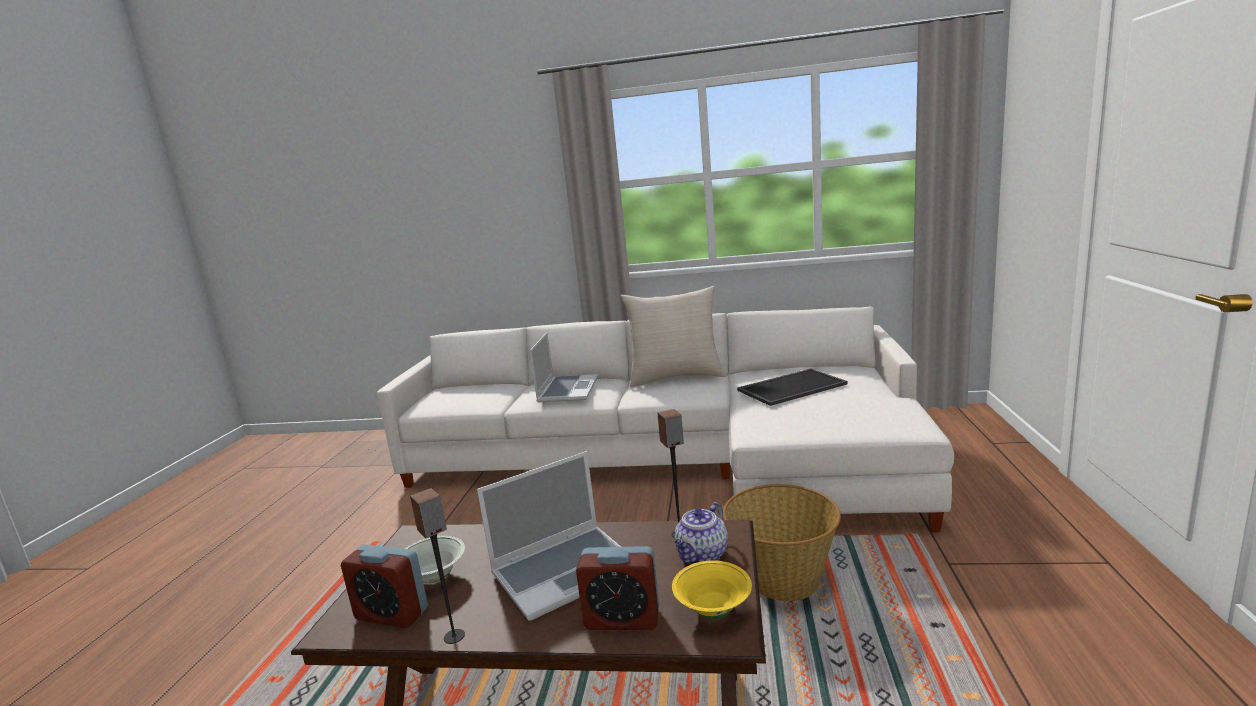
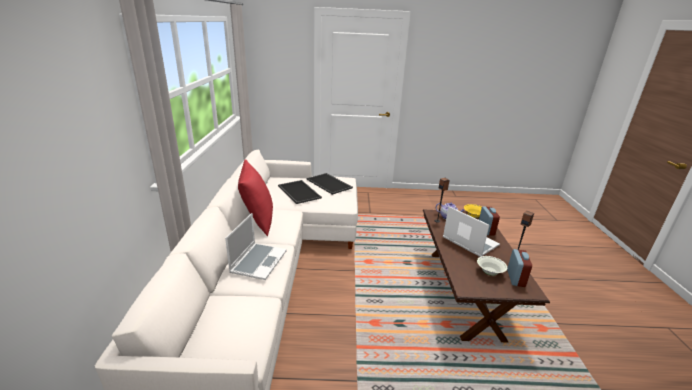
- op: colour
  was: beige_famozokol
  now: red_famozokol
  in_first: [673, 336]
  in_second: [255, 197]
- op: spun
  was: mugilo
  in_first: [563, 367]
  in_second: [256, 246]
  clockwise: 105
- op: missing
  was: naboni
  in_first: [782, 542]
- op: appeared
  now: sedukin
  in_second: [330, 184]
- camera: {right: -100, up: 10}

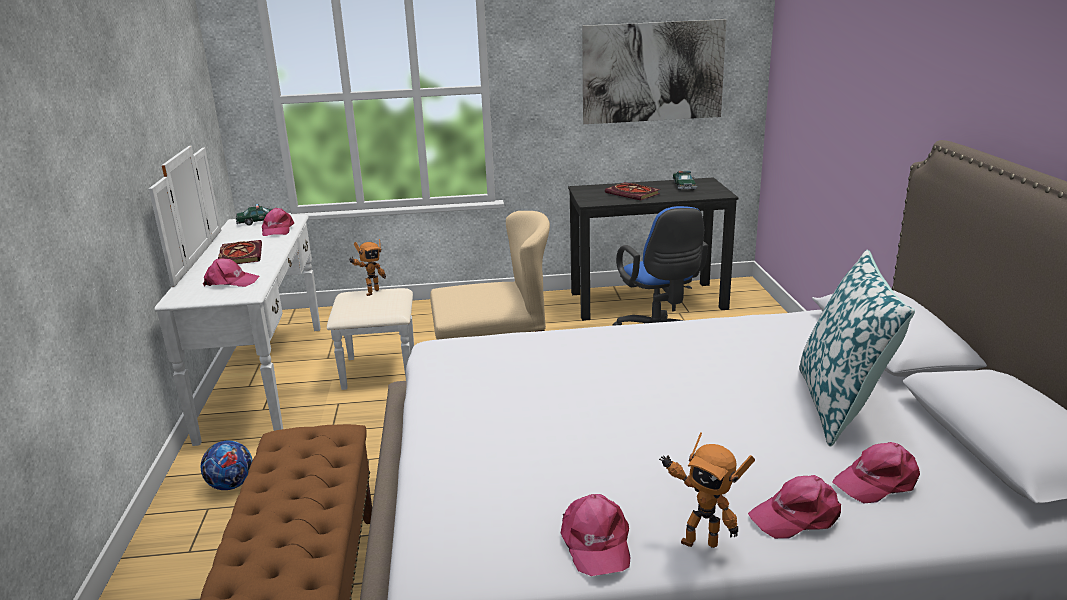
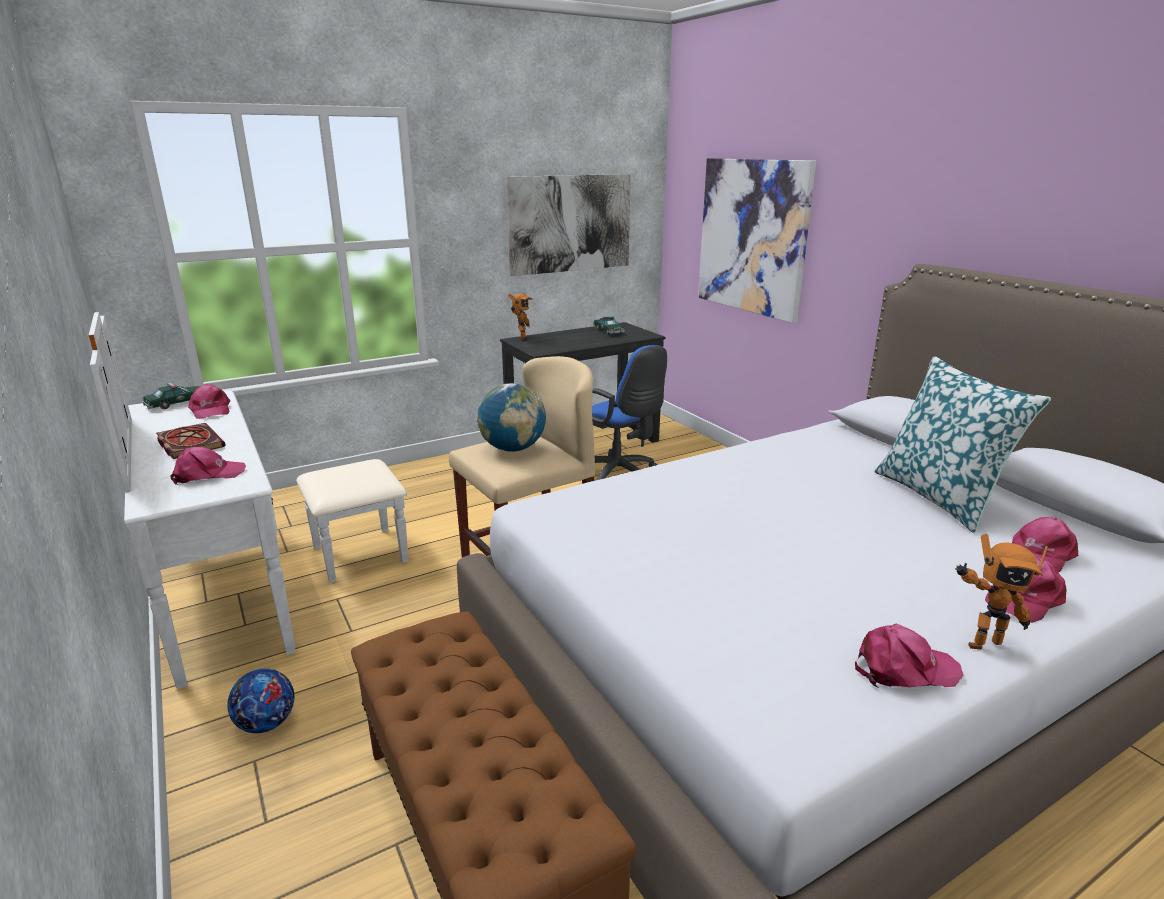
- op: missing
  was: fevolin
  in_first: [632, 191]
- op: relocated
  was: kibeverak
  in_first: [367, 267]
  in_second: [520, 316]
- op: spun
  was: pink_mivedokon
  in_first: [595, 535]
  in_second: [909, 656]
  clockwise: -60
- op: appeared
  now: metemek
  in_second: [757, 240]
- op: appeared
  now: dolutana
  in_second: [511, 417]
- camera: {right: -25, up: 0}

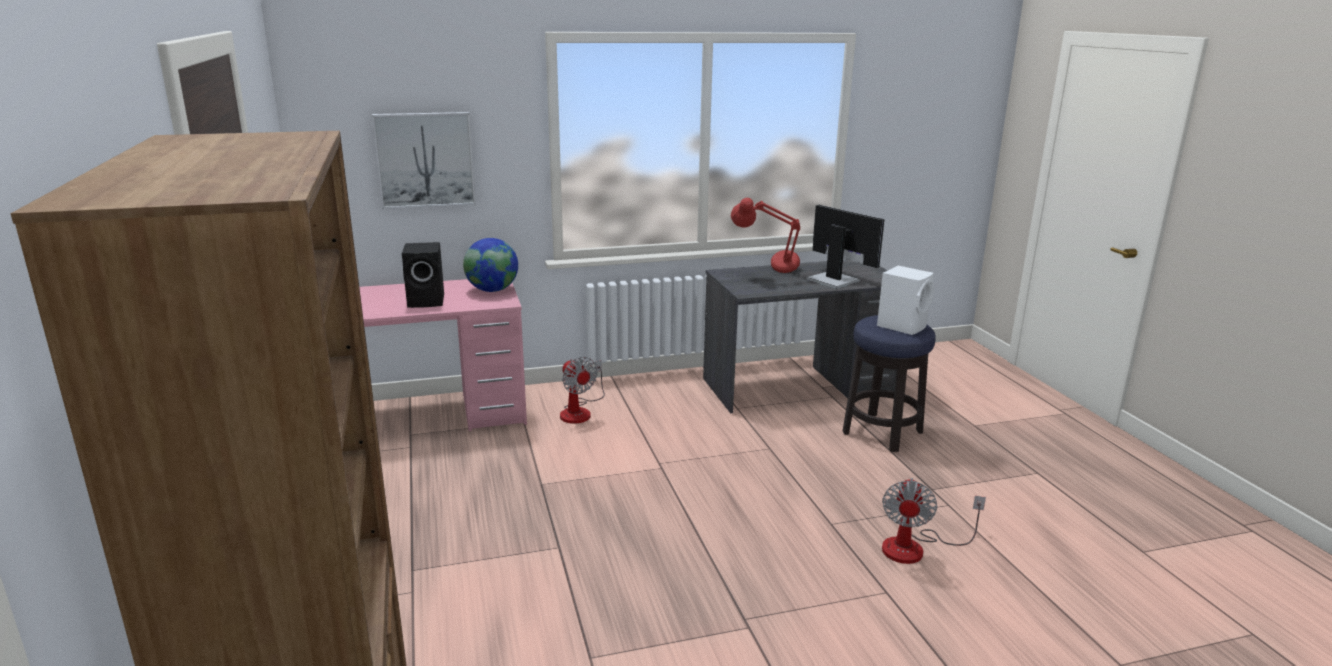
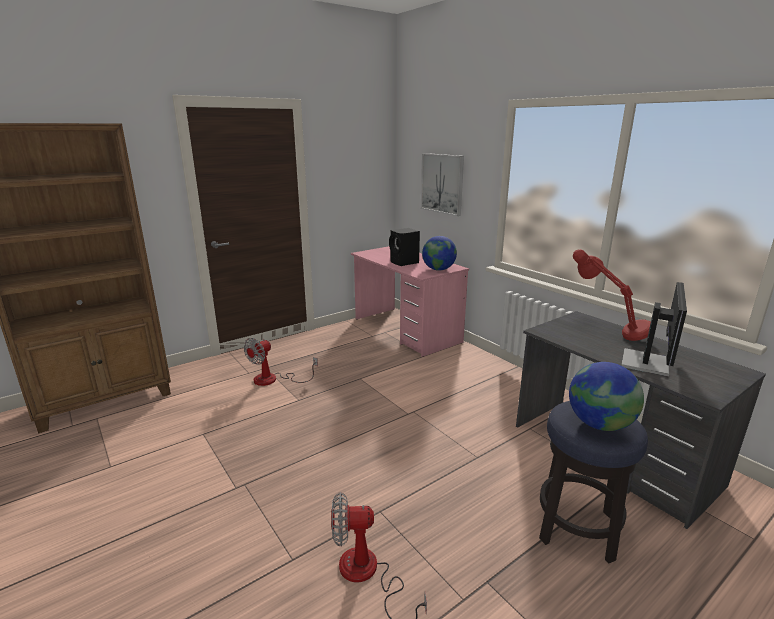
- op: exchanged
  was: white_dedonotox
  now: dolutana
  in_first: [905, 300]
  in_second: [606, 396]
- op: relocated
  was: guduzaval
  in_first: [582, 390]
  in_second: [280, 362]
- camera: {right: 70, up: 0}

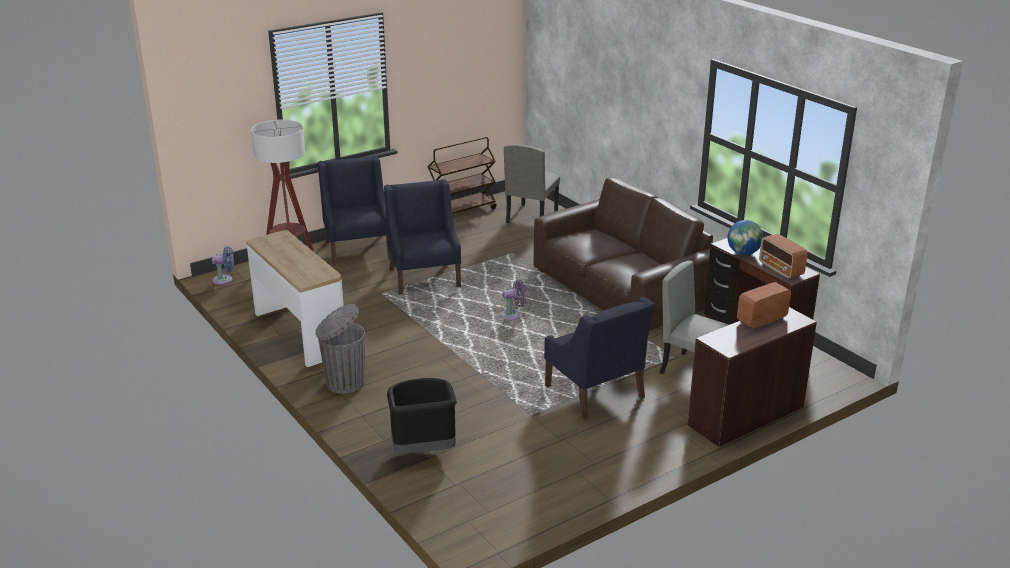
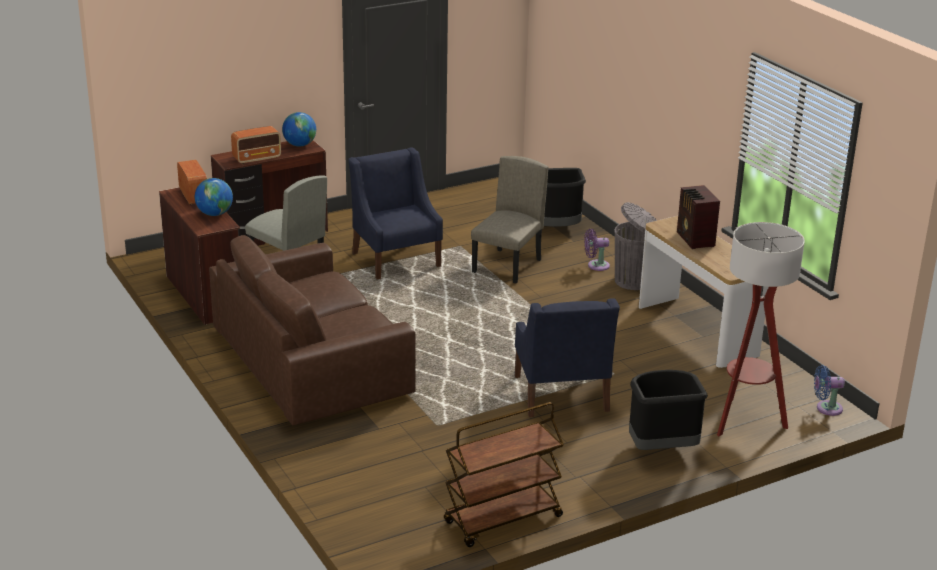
- op: relocated
  was: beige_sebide
  in_first: [532, 184]
  in_second: [509, 220]
- op: exchanged
  was: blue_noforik
  now: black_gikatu
  in_first: [354, 210]
  in_second: [668, 410]
- op: relocated
  was: purple_guduzaval
  in_first: [513, 300]
  in_second: [597, 250]
- op: appeared
  now: dolutana
  in_second: [299, 129]
- op: appeared
  now: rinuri
  in_second: [698, 217]
- camera: {right: -175, up: 0}

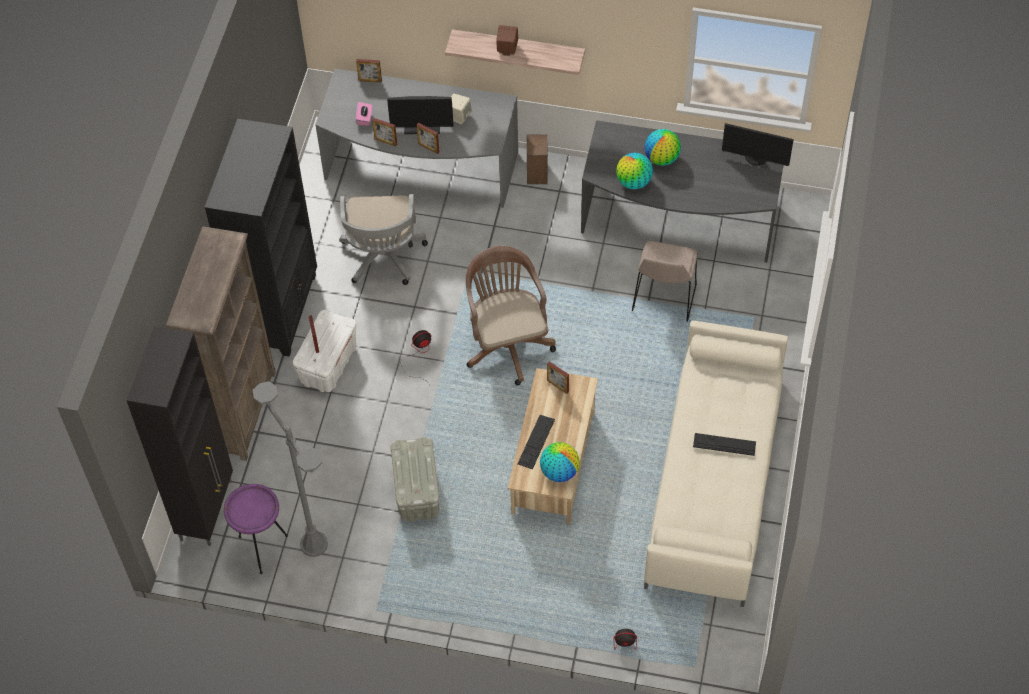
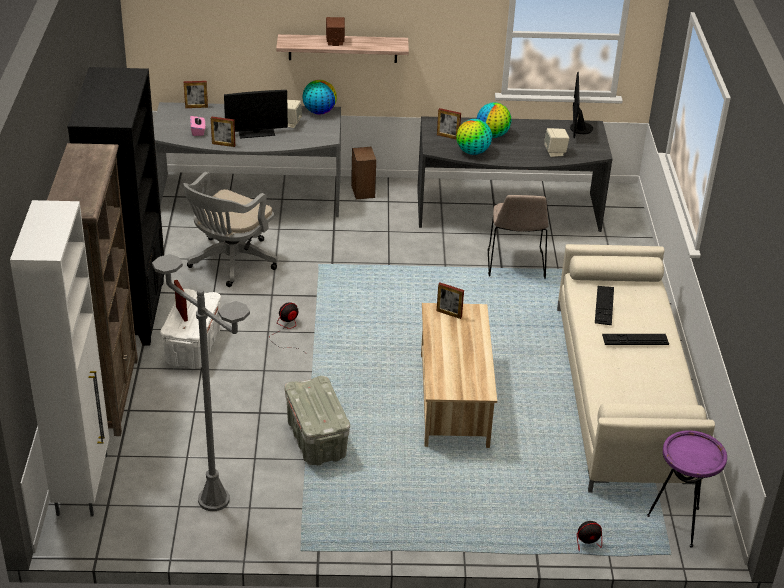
- op: relocated
  was: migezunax
  in_first: [428, 138]
  in_second: [449, 124]
- op: spun
  was: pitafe
  in_first: [758, 144]
  in_second: [581, 105]
  clockwise: 90
- op: spun
  was: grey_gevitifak
  in_first: [383, 239]
  in_second: [230, 229]
  clockwise: 45
- op: missing
  was: brown_gevitifak
  in_first: [511, 316]
- op: colour
  was: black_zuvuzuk
  now: white_zuvuzuk
  in_first: [179, 436]
  in_second: [59, 358]
- op: relocated
  was: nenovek
  in_first: [536, 442]
  in_second: [604, 305]
- op: relocated
  was: dolutana
  in_first: [560, 462]
  in_second: [319, 97]
- op: relocated
  was: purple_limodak
  in_first: [256, 529]
  in_second: [687, 489]
- op: appeared
  now: beige_dedonotox
  in_second: [556, 142]
- camera: {right: -15, up: -20}

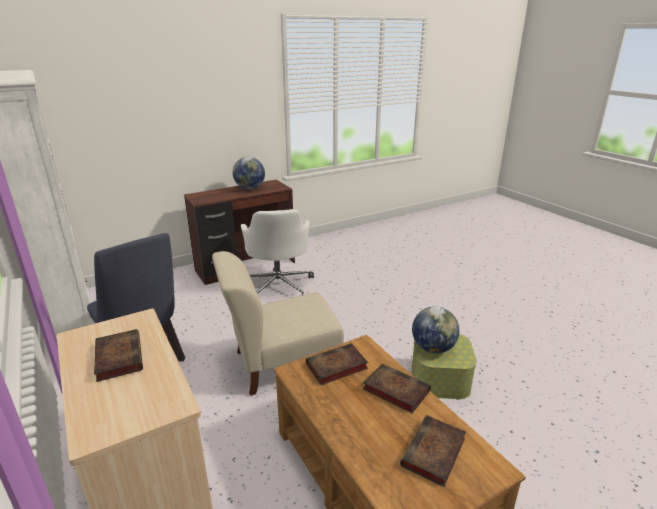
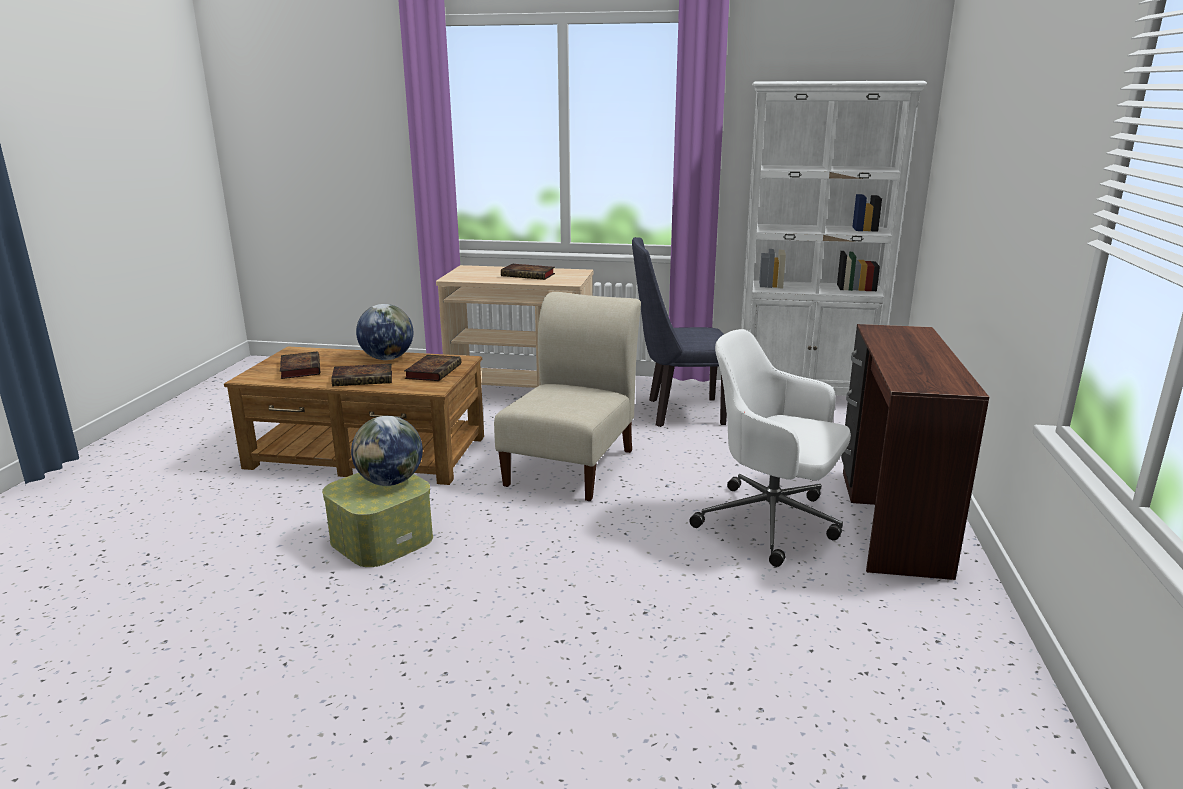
- op: relocated
  was: dolutana
  in_first: [249, 173]
  in_second: [384, 332]
- camera: {right: 130, up: -5}

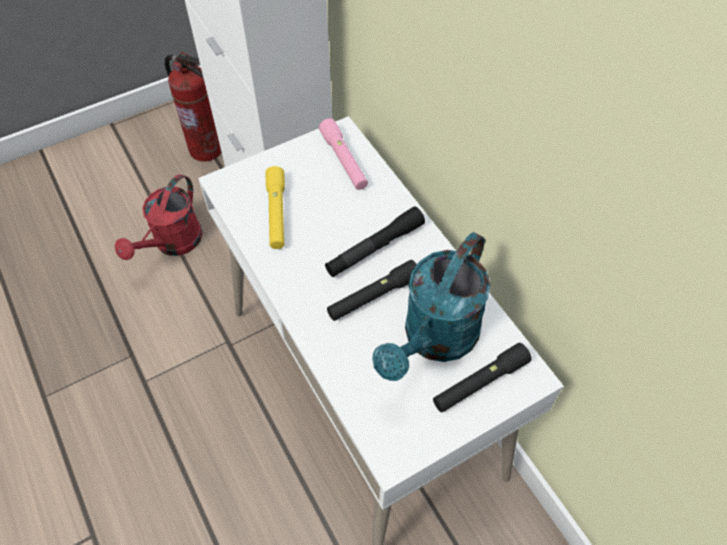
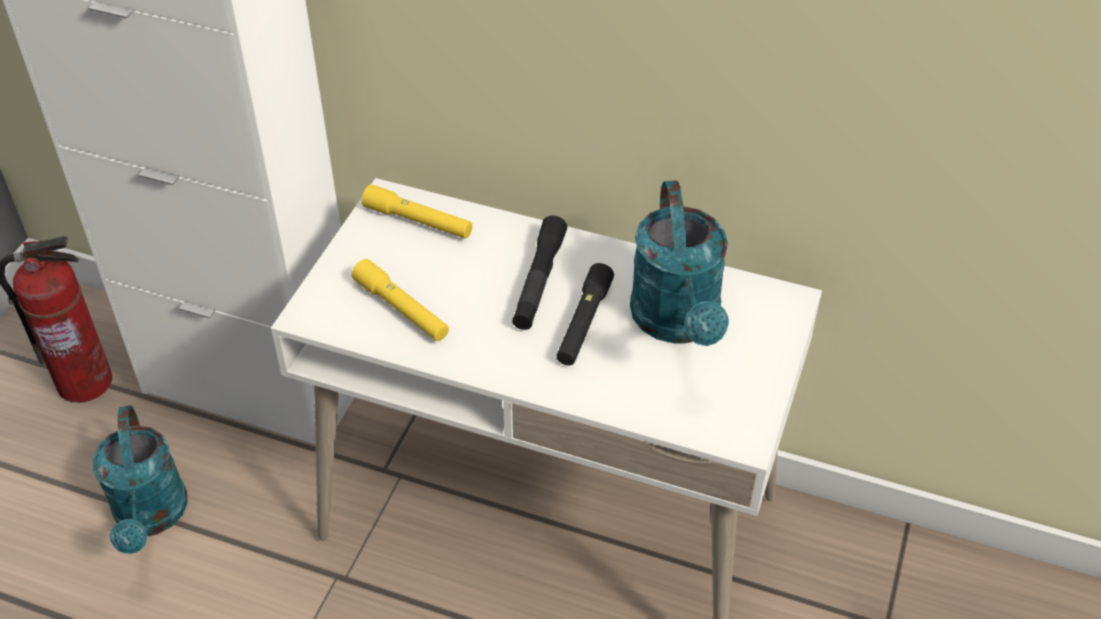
- op: colour
  was: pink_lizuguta
  now: yellow_lizuguta
  in_first: [343, 154]
  in_second: [417, 211]
- op: colour
  was: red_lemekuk
  now: turquoise_lemekuk
  in_first: [159, 217]
  in_second: [140, 479]
- op: missing
  was: black_lizuguta
  in_first: [482, 377]
- camera: {right: -40, up: -10}

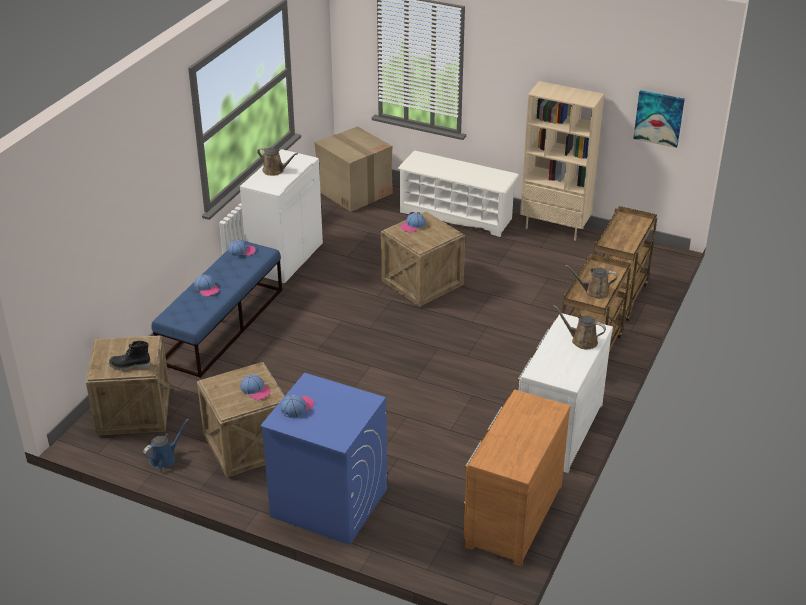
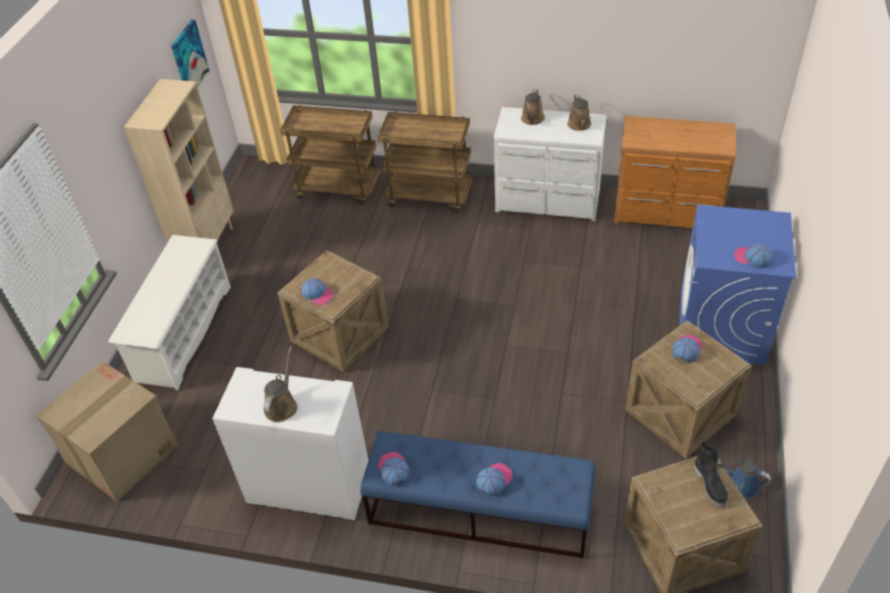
- op: relocated
  was: brown_lemekuk
  in_first: [591, 282]
  in_second: [579, 112]
- camera: {right: -100, up: 10}

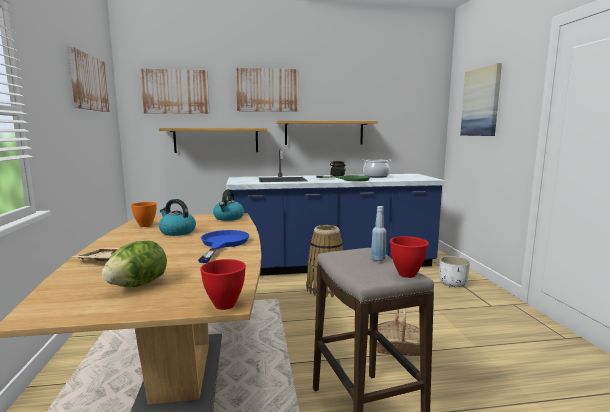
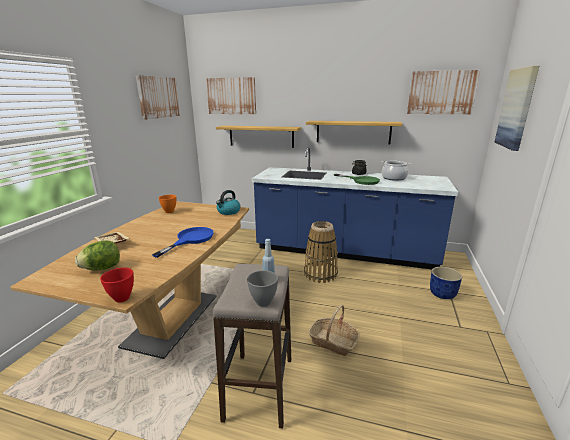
- op: relocated
  was: metemek
  in_first: [267, 90]
  in_second: [443, 92]
- op: missing
  was: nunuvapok
  in_first: [177, 217]
- op: colour
  was: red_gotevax
  now: grey_gotevax
  in_first: [409, 257]
  in_second: [262, 288]
- op: colour
  was: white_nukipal
  now: blue_nukipal
  in_first: [454, 271]
  in_second: [446, 283]
- camera: {right: 25, up: 10}

